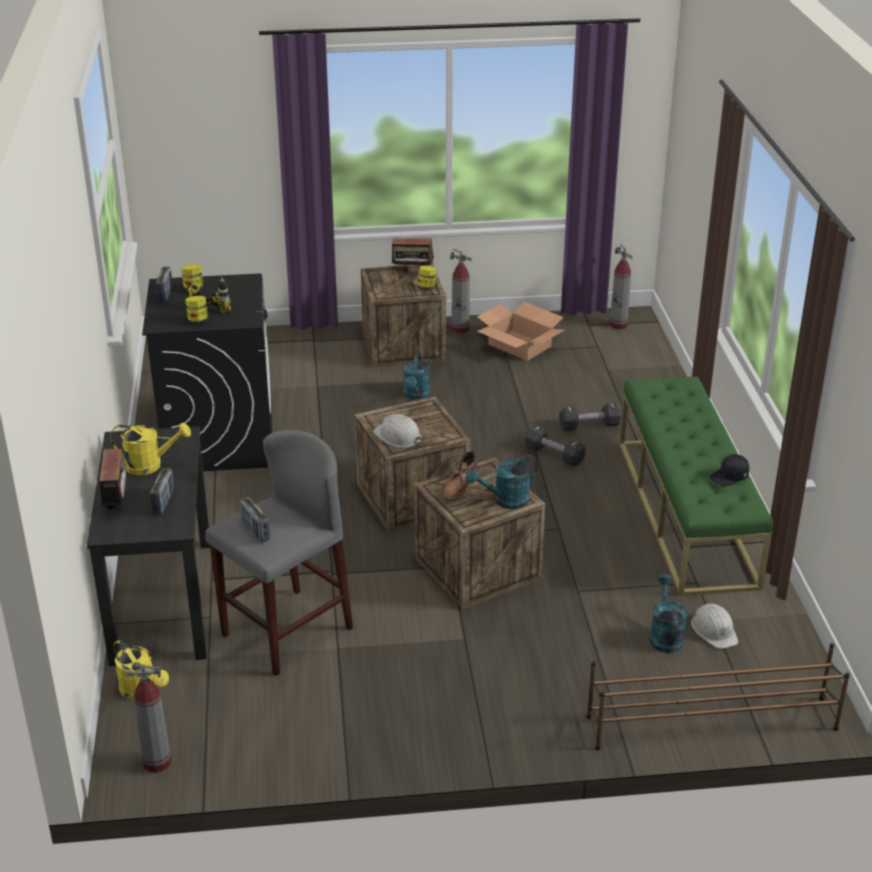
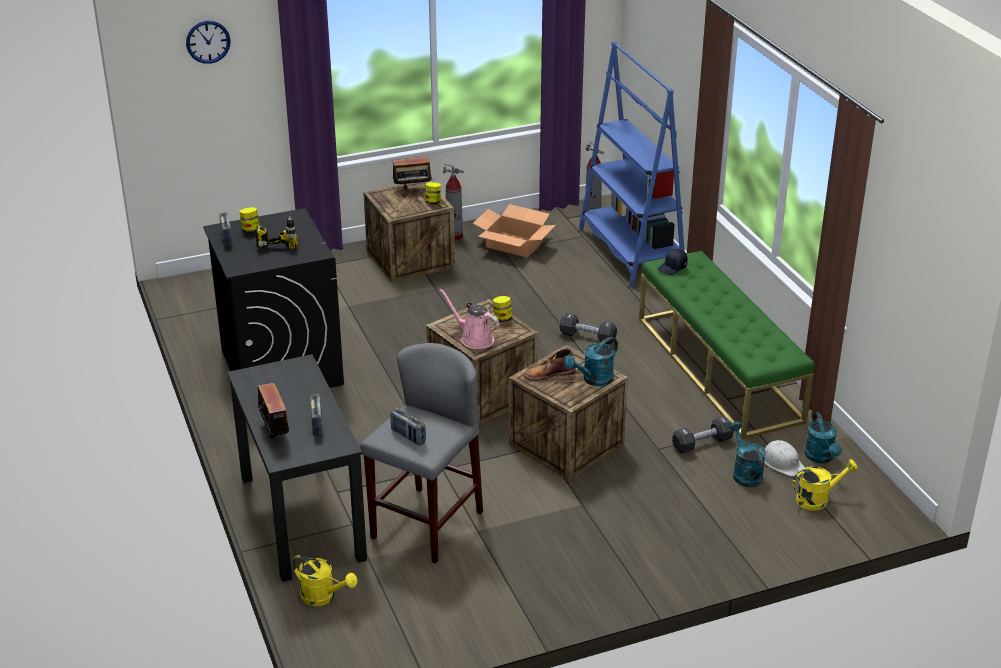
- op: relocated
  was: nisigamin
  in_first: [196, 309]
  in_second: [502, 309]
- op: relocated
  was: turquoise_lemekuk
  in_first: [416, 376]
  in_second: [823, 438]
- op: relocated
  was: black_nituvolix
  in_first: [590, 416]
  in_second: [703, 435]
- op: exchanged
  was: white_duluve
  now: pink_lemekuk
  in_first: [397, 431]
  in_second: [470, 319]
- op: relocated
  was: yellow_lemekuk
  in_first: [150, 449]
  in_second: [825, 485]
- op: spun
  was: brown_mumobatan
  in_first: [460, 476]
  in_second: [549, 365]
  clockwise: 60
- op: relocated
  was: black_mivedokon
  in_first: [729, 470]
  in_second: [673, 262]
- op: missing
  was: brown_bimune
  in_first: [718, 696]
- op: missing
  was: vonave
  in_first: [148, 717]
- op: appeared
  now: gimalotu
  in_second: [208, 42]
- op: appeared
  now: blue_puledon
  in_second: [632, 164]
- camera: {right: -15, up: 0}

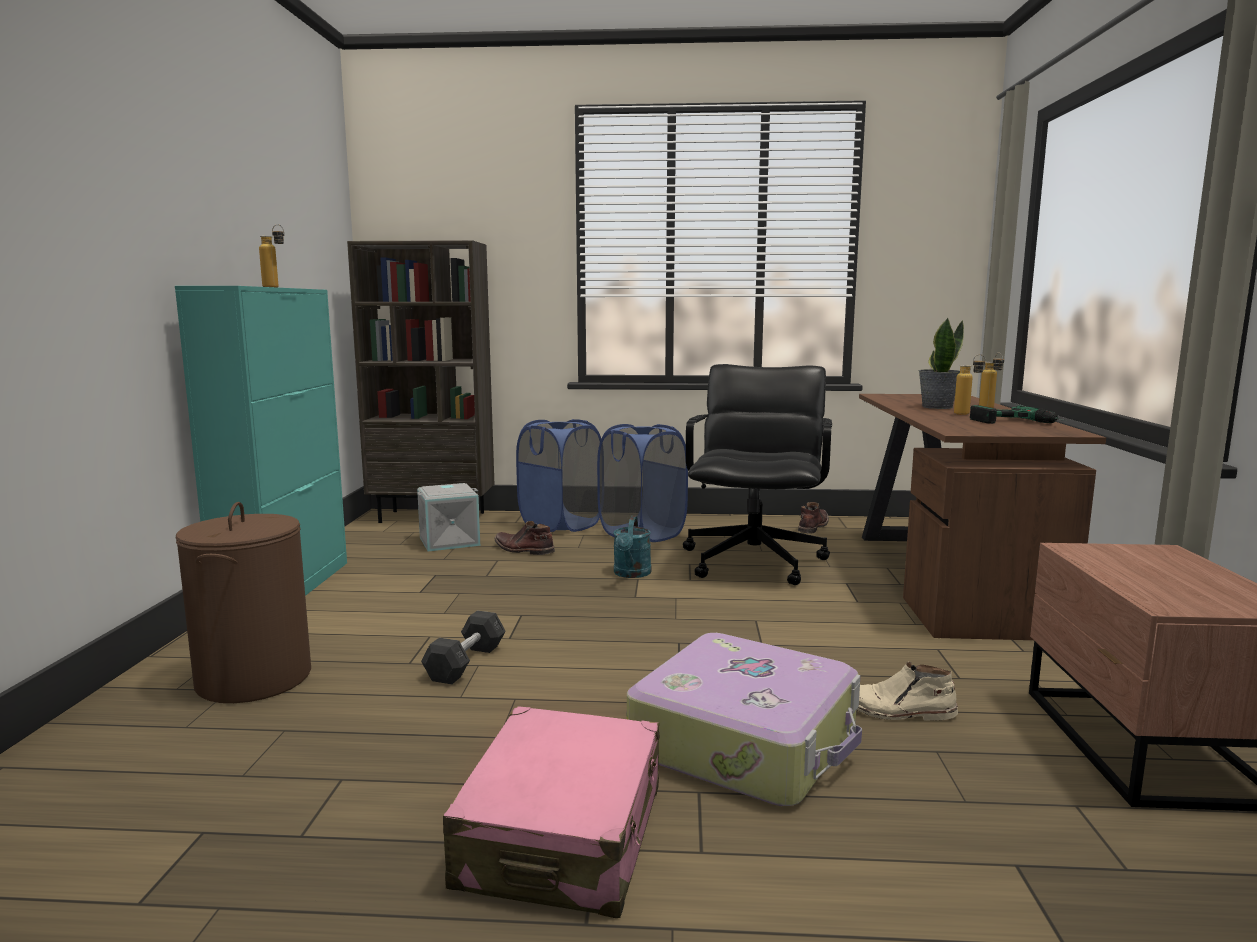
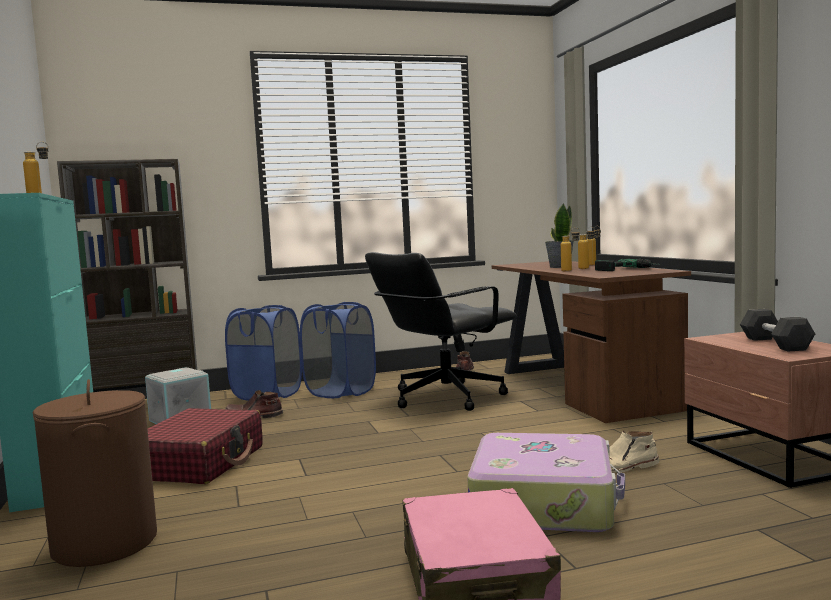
- op: spun
  was: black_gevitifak
  in_first: [757, 474]
  in_second: [440, 331]
  clockwise: -120
- op: missing
  was: turquoise_lemekuk
  in_first: [632, 547]
- op: relocated
  was: grey_nituvolix
  in_first: [463, 647]
  in_second: [777, 330]
- op: appeared
  now: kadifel
  in_second: [570, 249]
- op: appeared
  now: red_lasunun
  in_second: [205, 446]
- camera: {right: -20, up: -5}

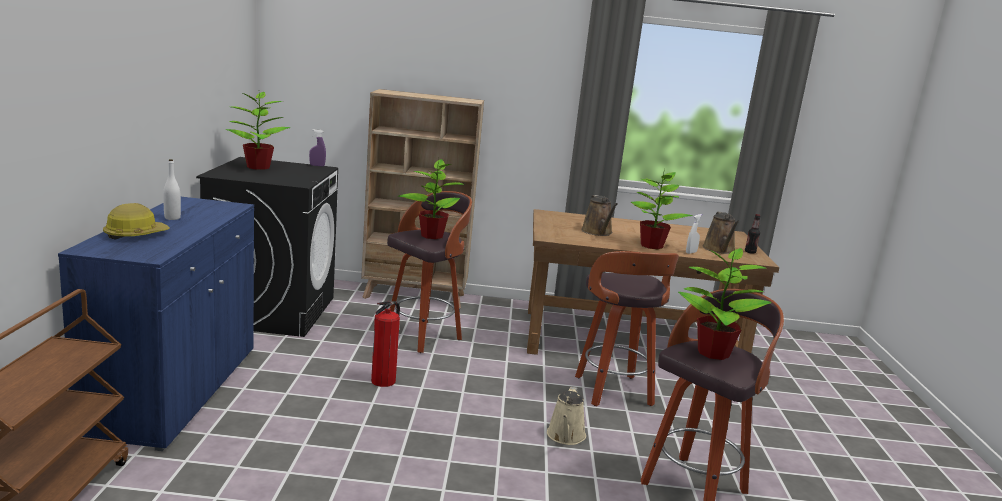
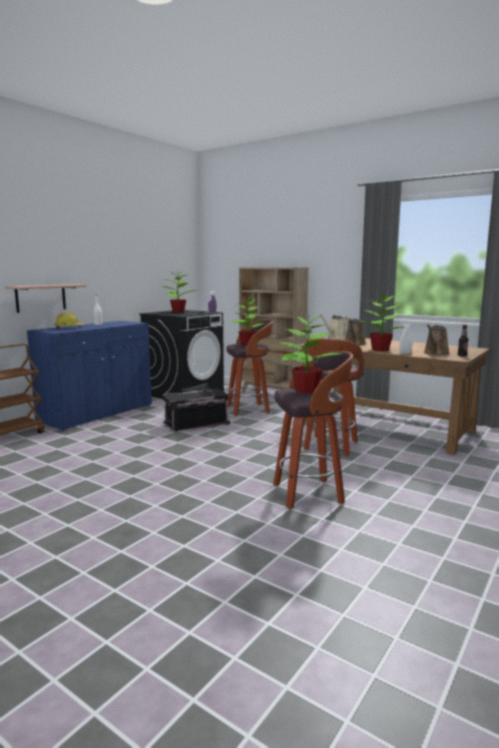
- op: exchanged
  was: vonave
  now: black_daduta
  in_first: [385, 344]
  in_second: [197, 410]
- op: relocated
  was: beige_lemekuk
  in_first: [566, 416]
  in_second: [334, 327]
- op: appeared
  now: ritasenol
  in_second: [45, 298]
- camera: {right: 35, up: -5}

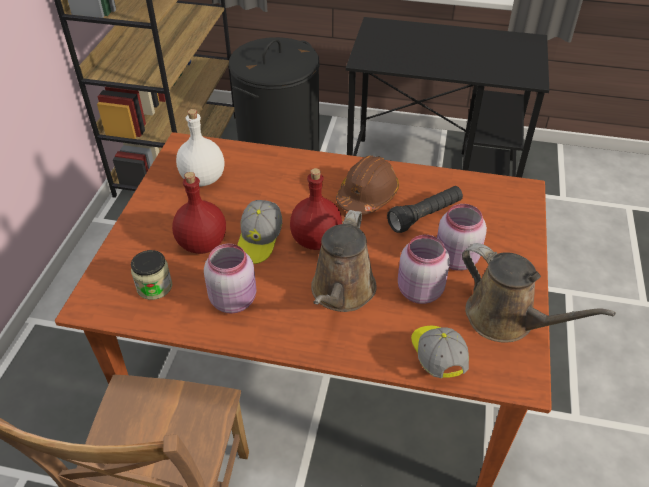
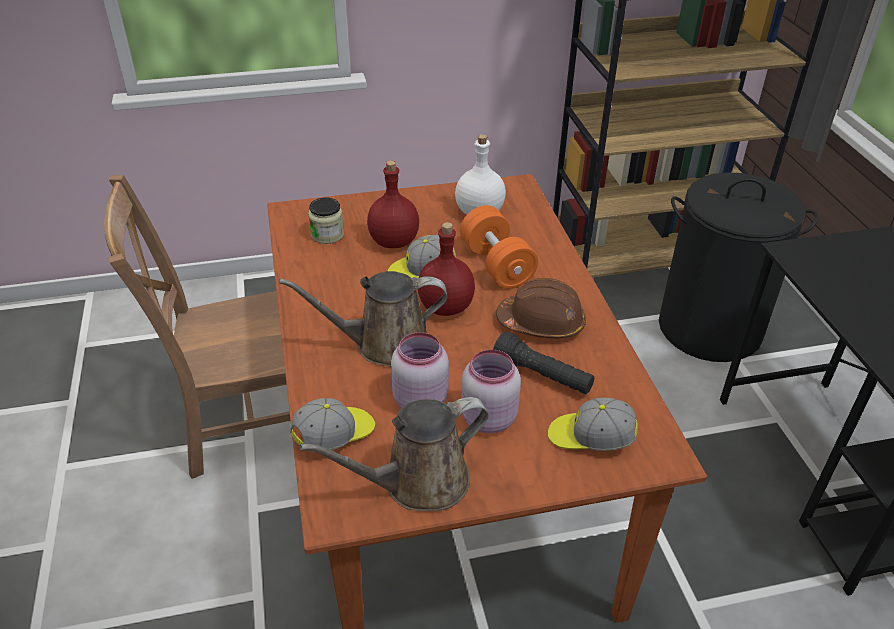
- op: spun
  was: brown_lemekuk
  in_first: [539, 293]
  in_second: [394, 454]
  clockwise: 45
- op: missing
  was: pink_nisigamin
  in_first: [230, 279]
- op: appeared
  now: orange_nituvolix
  in_second: [499, 247]
- op: appeared
  now: mivedokon
  in_second: [593, 424]
- camera: {right: 65, up: -5}

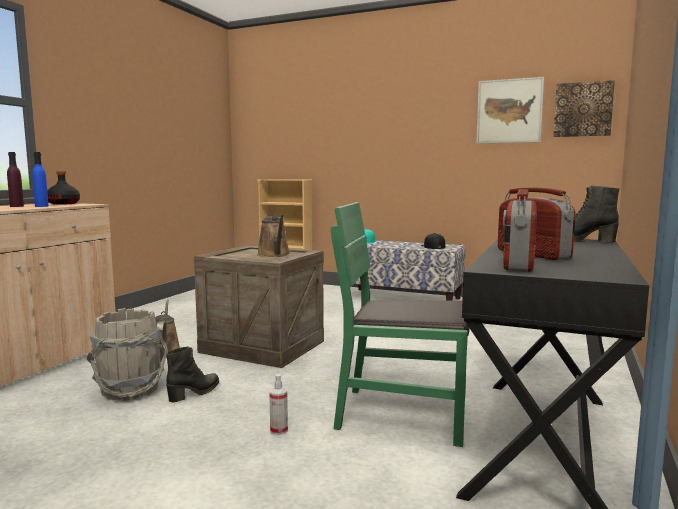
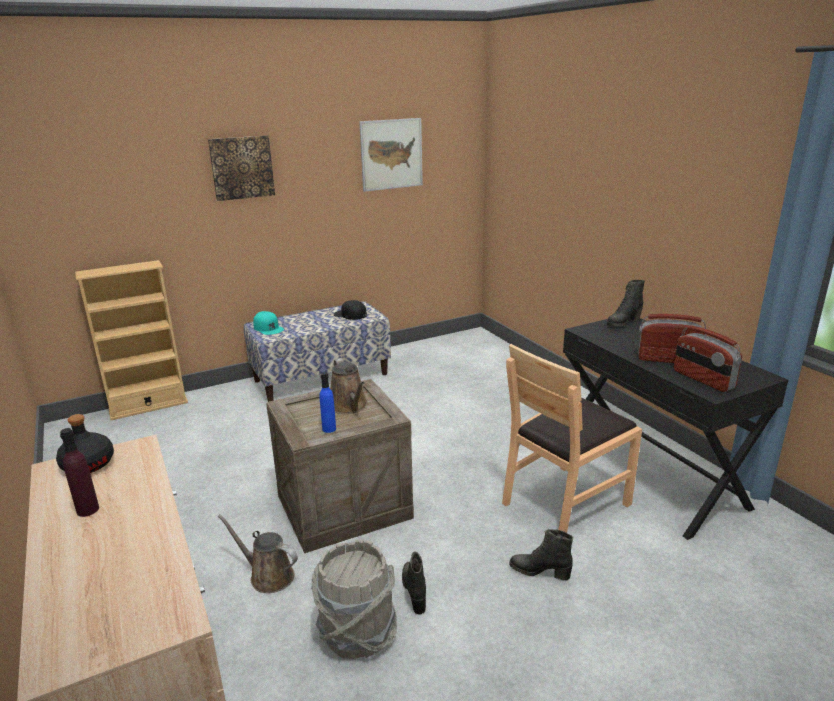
- op: relocated
  was: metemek
  in_first: [584, 108]
  in_second: [241, 168]
- op: relocated
  was: blue_kadifel
  in_first: [40, 179]
  in_second: [327, 402]
- op: colour
  was: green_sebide
  now: brown_sebide
  in_first: [400, 324]
  in_second: [572, 438]
- op: spun
  was: brown_lemekuk
  in_first: [273, 236]
  in_second: [348, 386]
  clockwise: 45
- op: exchanged
  was: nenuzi
  now: black_mumobatan
  in_first: [278, 404]
  in_second: [541, 554]
- camera: {right: -50, up: 15}

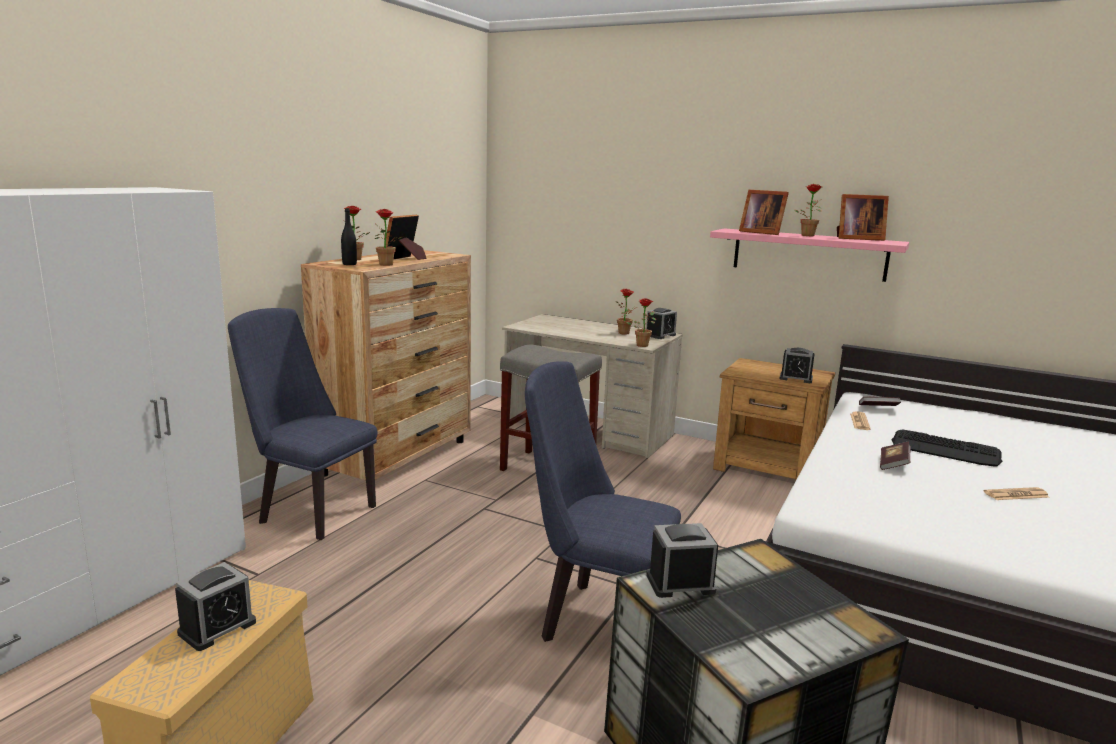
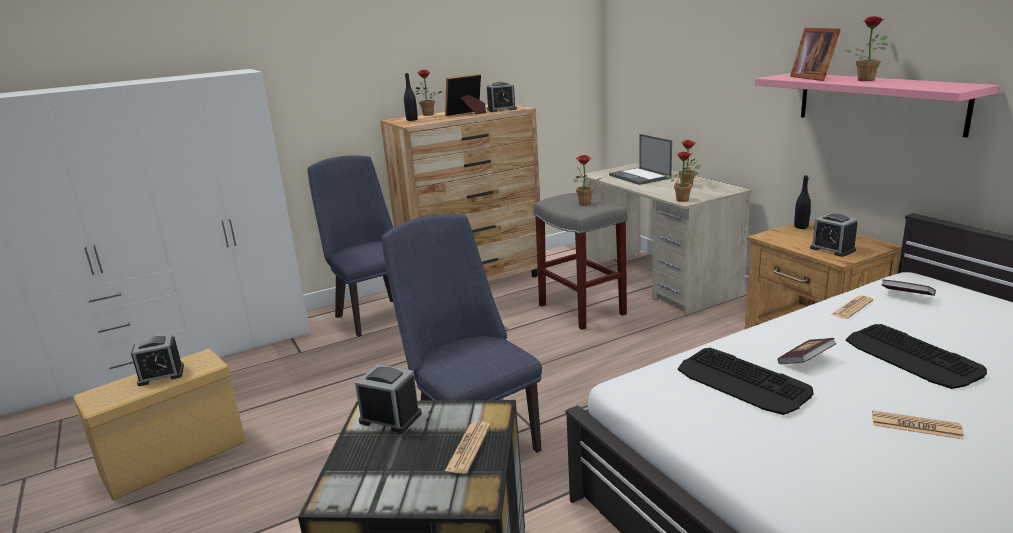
- op: missing
  was: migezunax
  in_first: [863, 217]
- op: relocated
  was: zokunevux
  in_first: [388, 237]
  in_second: [587, 180]
- op: relocated
  was: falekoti
  in_first: [661, 323]
  in_second: [502, 97]
- op: appeared
  now: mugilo
  in_second: [640, 159]
- op: appeared
  now: black_kadifel
  in_second: [802, 202]
- op: appeared
  now: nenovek
  in_second: [745, 381]
- op: appeared
  now: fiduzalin
  in_second: [468, 447]
- camera: {right: 35, up: 5}

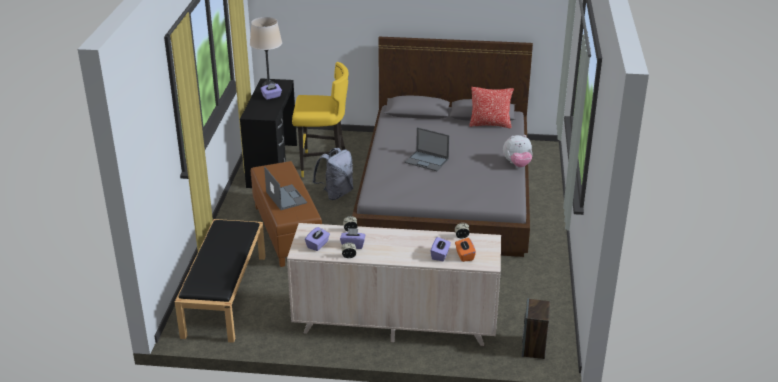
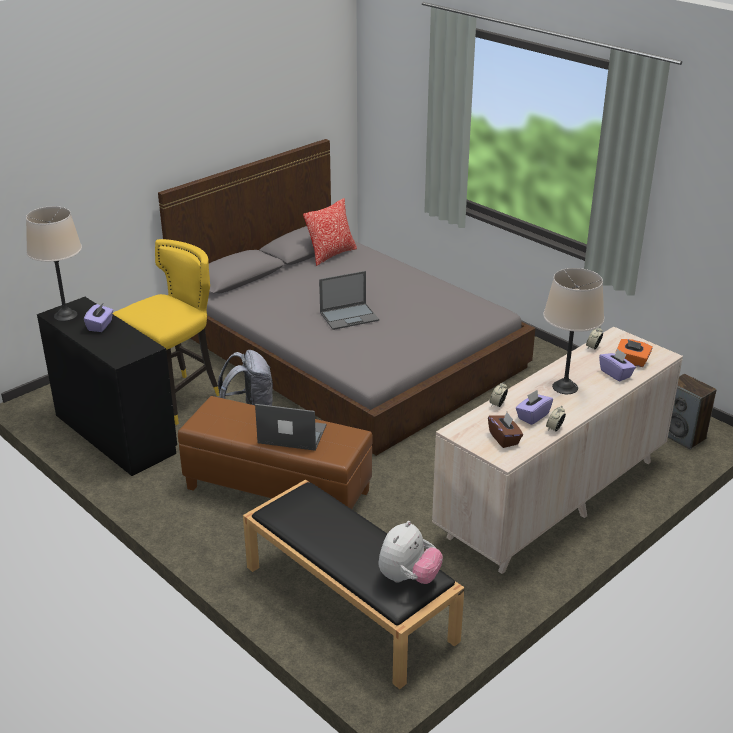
- op: relocated
  was: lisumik
  in_first: [517, 151]
  in_second: [410, 552]
- op: colour
  was: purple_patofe
  now: brown_patofe
  in_first: [317, 239]
  in_second: [505, 430]
- op: appeared
  now: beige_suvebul
  in_second: [573, 331]
- camera: {right: -50, up: 0}

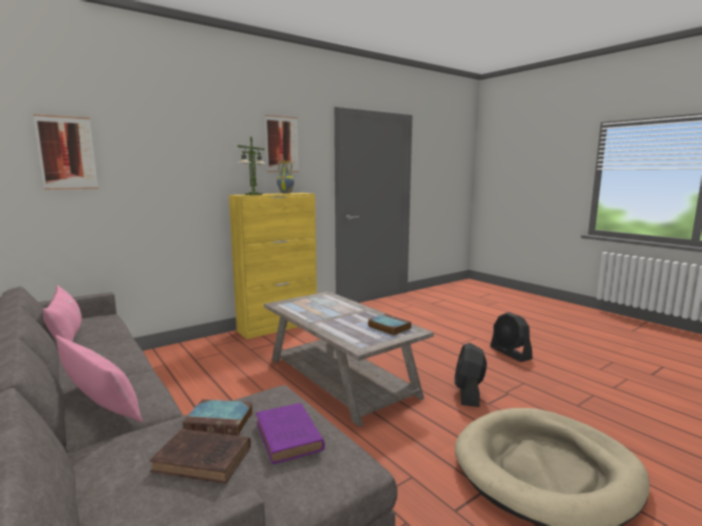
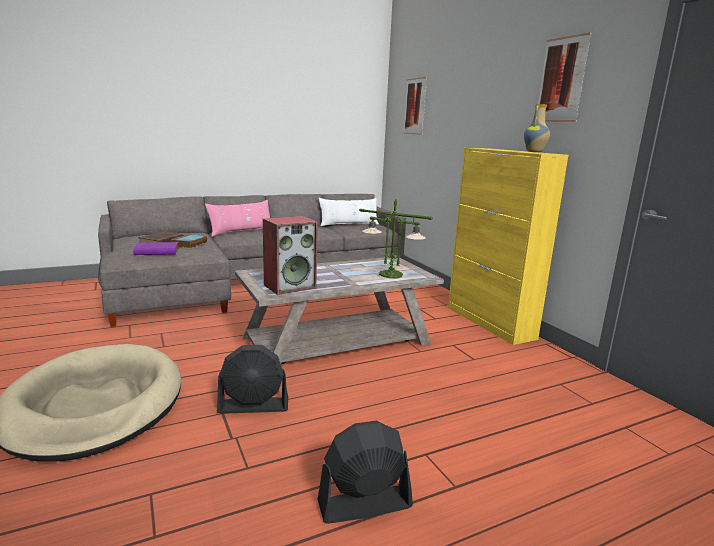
- op: relocated
  was: suvebul
  in_first: [252, 166]
  in_second: [396, 238]
- op: colour
  was: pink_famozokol
  now: white_famozokol
  in_first: [62, 313]
  in_second: [349, 212]
- op: exchanged
  was: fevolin
  now: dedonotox
  in_first: [389, 324]
  in_second: [290, 255]
- op: spun
  was: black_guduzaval
  in_first: [470, 375]
  in_second: [252, 379]
  clockwise: 150
- camera: {right: 100, up: 5}

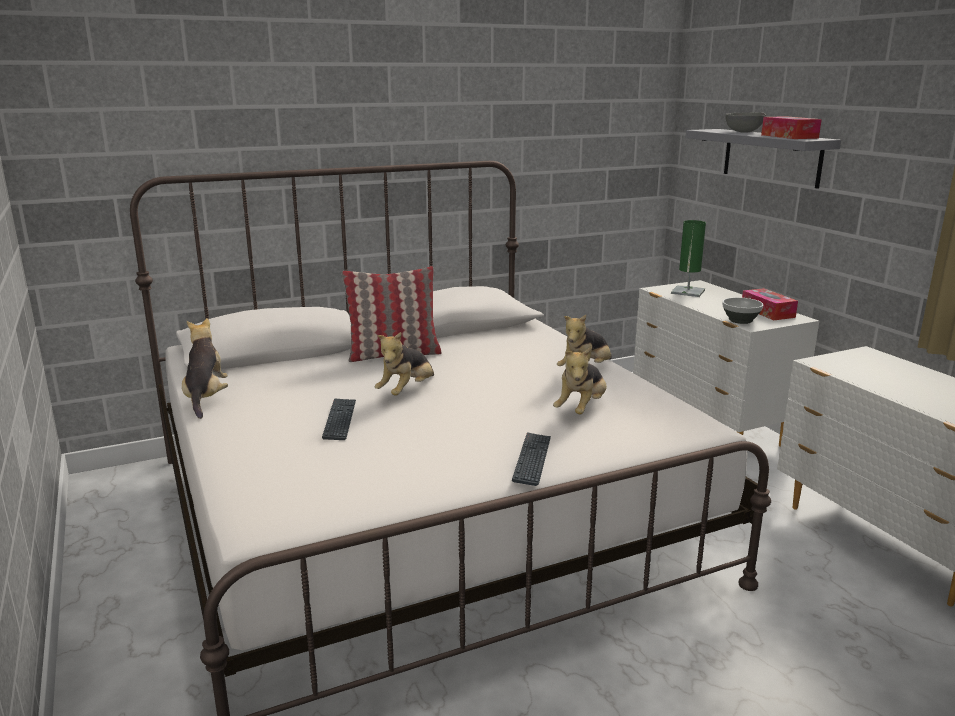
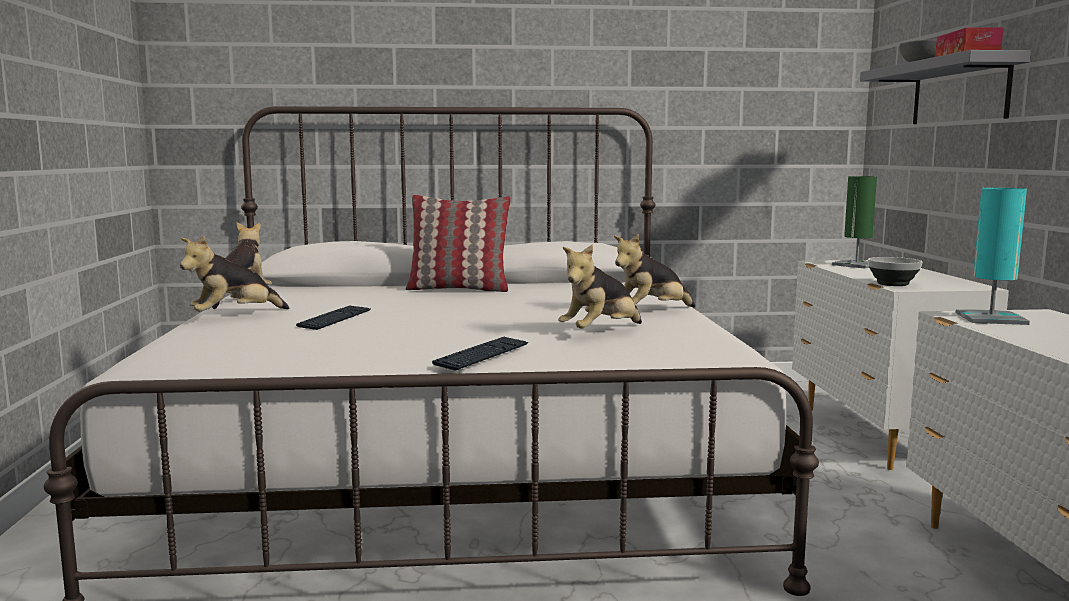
- op: missing
  was: patofe
  in_first: [770, 304]
- op: relocated
  was: lisumik
  in_first: [404, 364]
  in_second: [234, 274]
- op: appeared
  now: turquoise_suvebul
  in_second: [993, 256]
- camera: {right: 20, up: -10}

